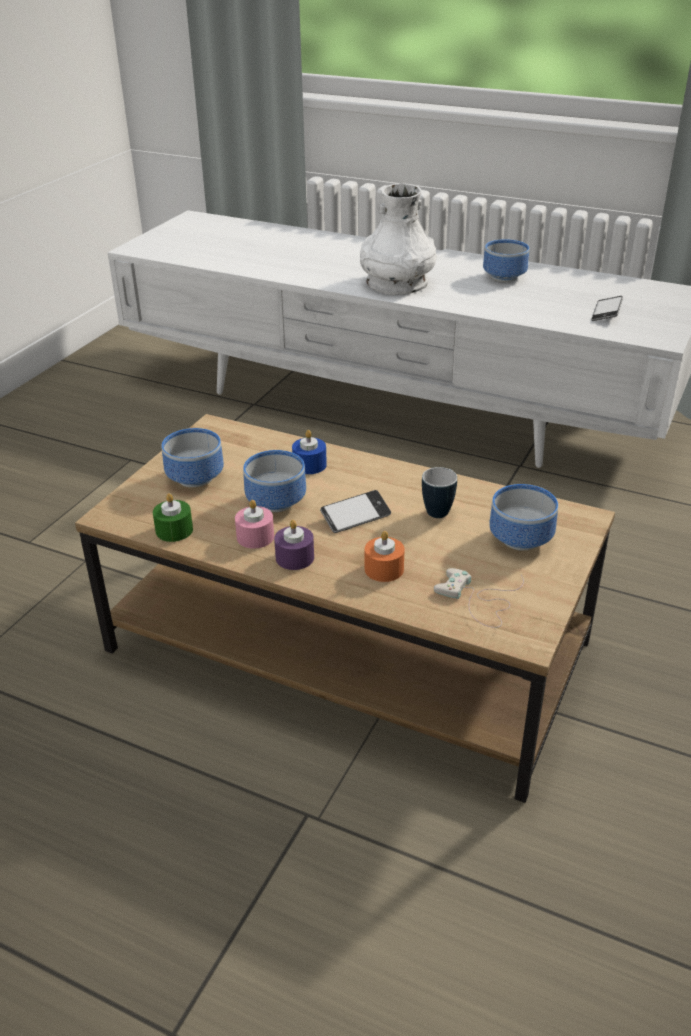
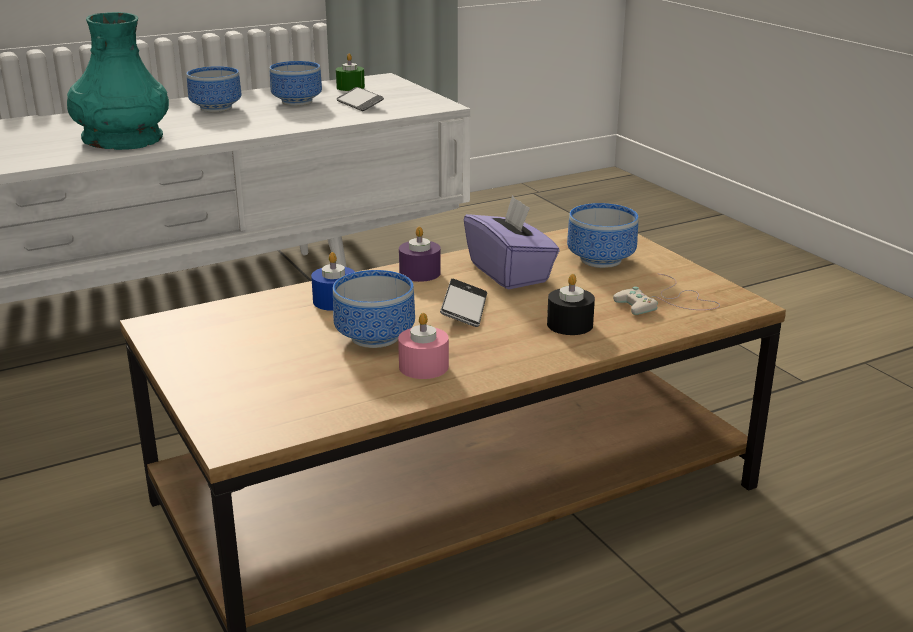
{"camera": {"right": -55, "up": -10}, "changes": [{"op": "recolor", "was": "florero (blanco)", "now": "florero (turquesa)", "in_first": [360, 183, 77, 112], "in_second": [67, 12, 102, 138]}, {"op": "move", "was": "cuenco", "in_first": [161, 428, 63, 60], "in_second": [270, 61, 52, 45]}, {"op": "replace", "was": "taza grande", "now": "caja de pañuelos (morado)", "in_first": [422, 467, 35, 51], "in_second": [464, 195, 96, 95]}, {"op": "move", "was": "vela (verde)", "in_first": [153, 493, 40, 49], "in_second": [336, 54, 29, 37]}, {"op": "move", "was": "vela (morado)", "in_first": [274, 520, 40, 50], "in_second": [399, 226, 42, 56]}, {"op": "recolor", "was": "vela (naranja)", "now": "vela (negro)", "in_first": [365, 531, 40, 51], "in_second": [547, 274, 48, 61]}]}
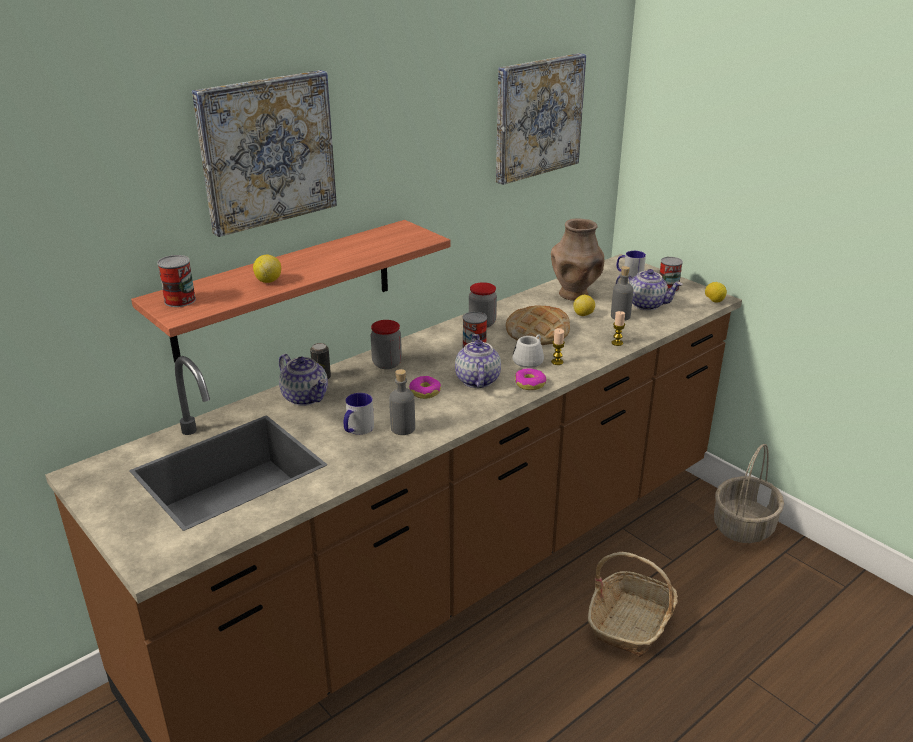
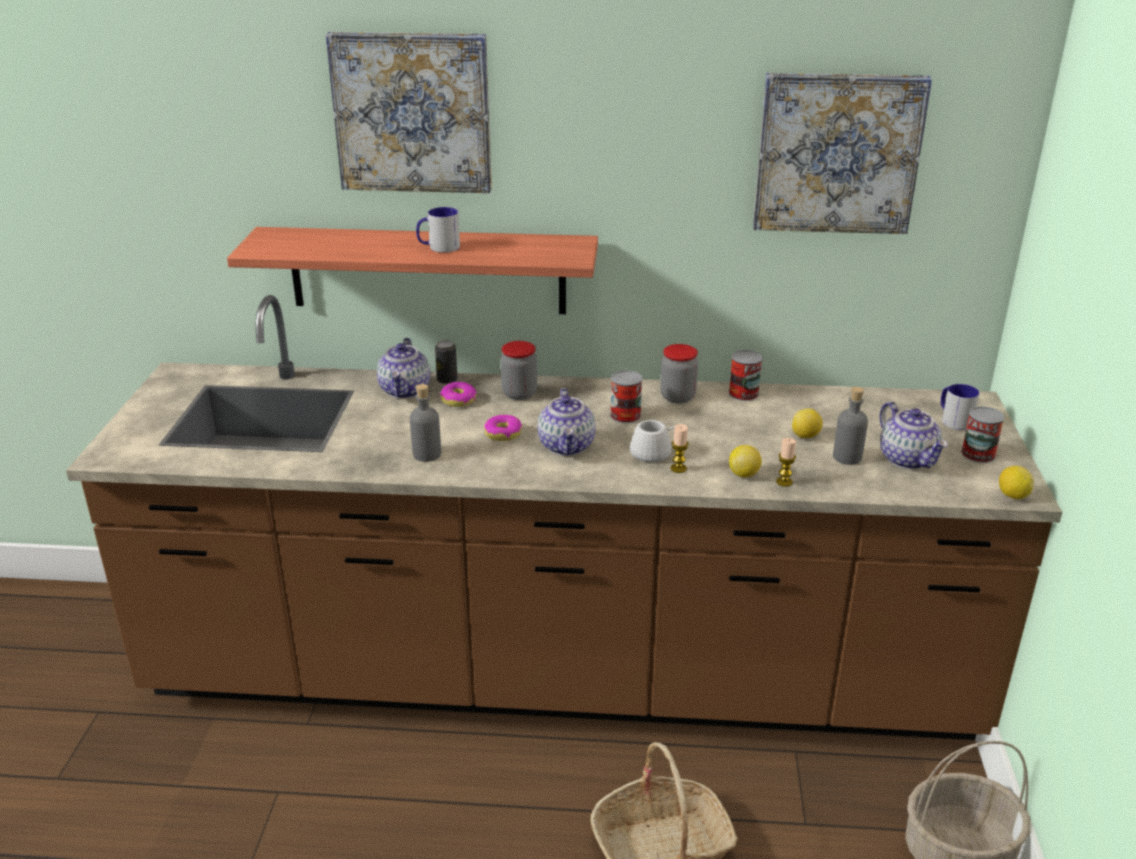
{"camera": {"right": 45, "up": 0}, "changes": [{"op": "delete", "was": "florero (marrón)", "in_first": [551, 218, 53, 83]}, {"op": "move", "was": "lata", "in_first": [157, 255, 39, 52], "in_second": [729, 350, 34, 51]}, {"op": "move", "was": "limón", "in_first": [253, 255, 28, 28], "in_second": [729, 445, 33, 32]}, {"op": "delete", "was": "pan", "in_first": [506, 305, 64, 40]}, {"op": "rotate", "was": "tetera", "in_first": [455, 334, 46, 54], "in_second": [538, 388, 58, 68], "clockwise": 135}, {"op": "move", "was": "rosquilla", "in_first": [515, 368, 31, 22], "in_second": [440, 382, 37, 25]}, {"op": "move", "was": "taza grande", "in_first": [344, 393, 30, 42], "in_second": [416, 207, 44, 46]}]}
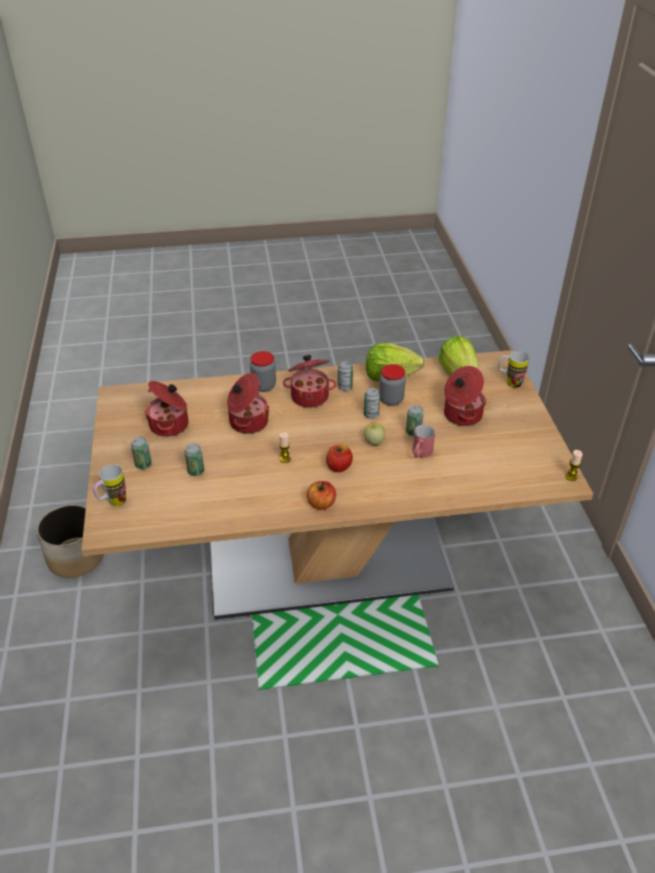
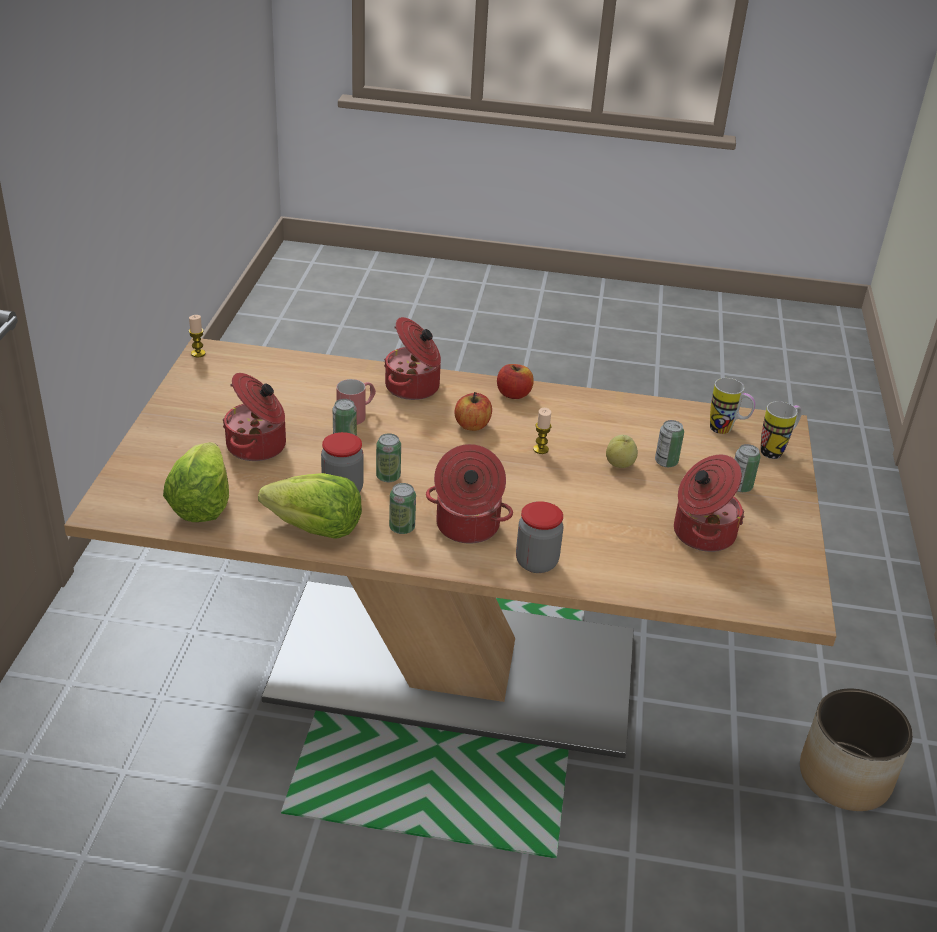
{"camera": {"right": -165, "up": -5}, "changes": [{"op": "move", "was": "taza grande", "in_first": [498, 351, 31, 37], "in_second": [710, 378, 45, 56]}, {"op": "move", "was": "olla", "in_first": [227, 373, 43, 61], "in_second": [384, 317, 57, 83]}, {"op": "move", "was": "manzana", "in_first": [364, 423, 21, 22], "in_second": [606, 435, 32, 33]}]}
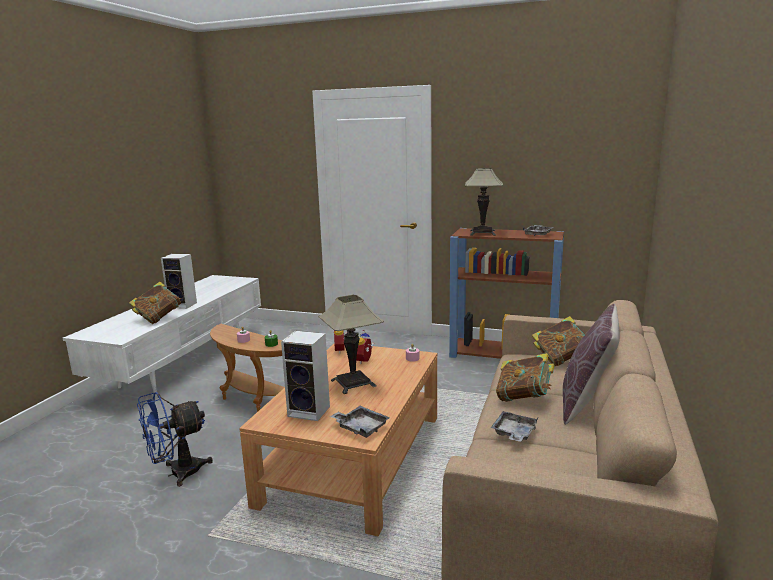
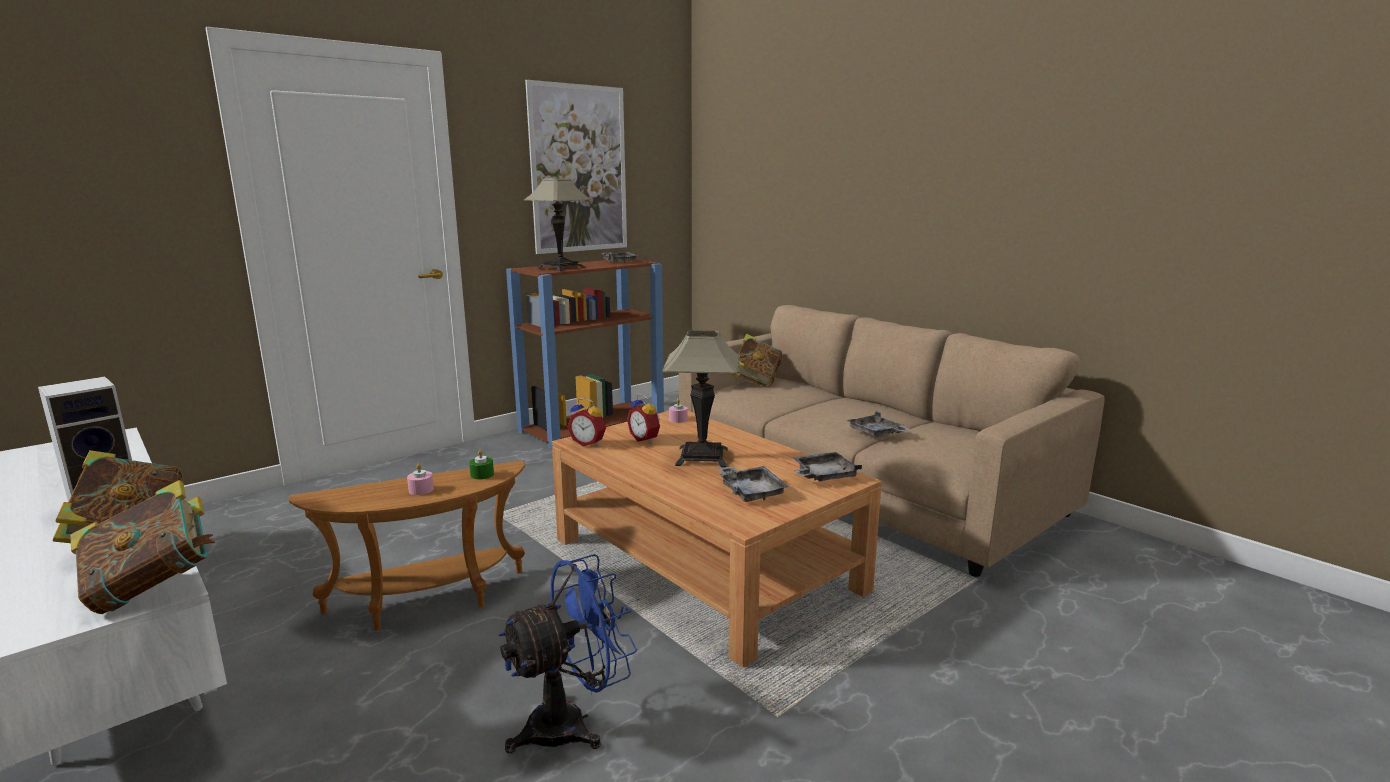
{"camera": {"right": -60, "up": 0}, "changes": [{"op": "delete", "was": "cojín (marrón)", "in_first": [563, 304, 57, 121]}, {"op": "replace", "was": "altavoz", "now": "bandeja (gris)", "in_first": [281, 331, 49, 90], "in_second": [717, 466, 72, 36]}, {"op": "move", "was": "libro", "in_first": [496, 353, 59, 49], "in_second": [70, 480, 145, 134]}, {"op": "rotate", "was": "ventilador (azul)", "in_first": [137, 392, 76, 95], "in_second": [499, 554, 138, 199], "clockwise": -120}, {"op": "insert", "now": "cuadro", "in_second": [525, 80, 102, 174]}]}
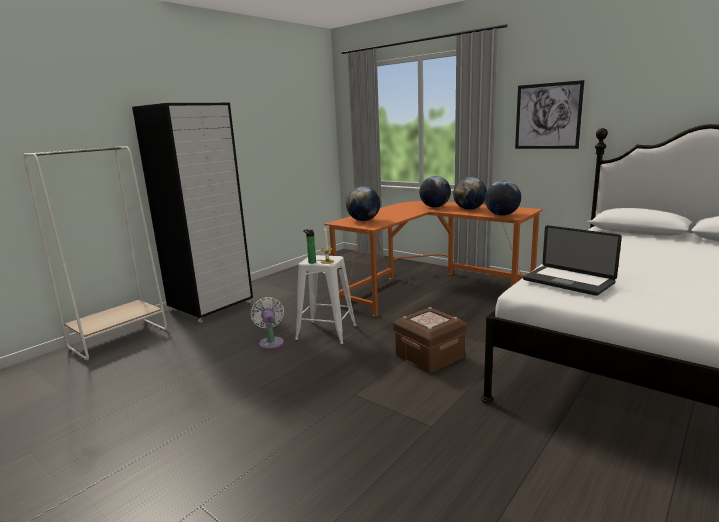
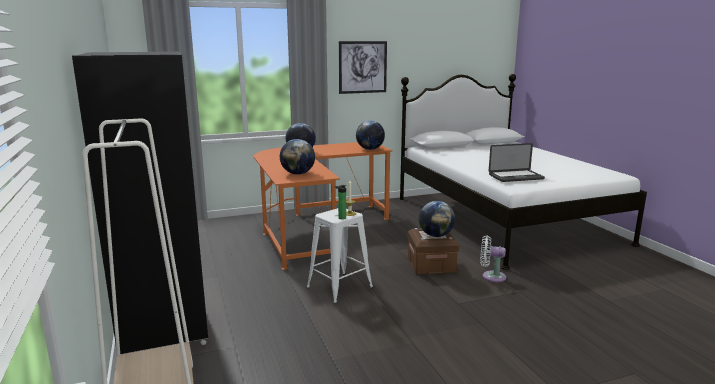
{"camera": {"right": -60, "up": 0}, "changes": [{"op": "move", "was": "globo terráqueo", "in_first": [453, 177, 33, 33], "in_second": [419, 201, 36, 36]}, {"op": "move", "was": "ventilador (blanco)", "in_first": [251, 297, 33, 52], "in_second": [480, 236, 26, 46]}]}
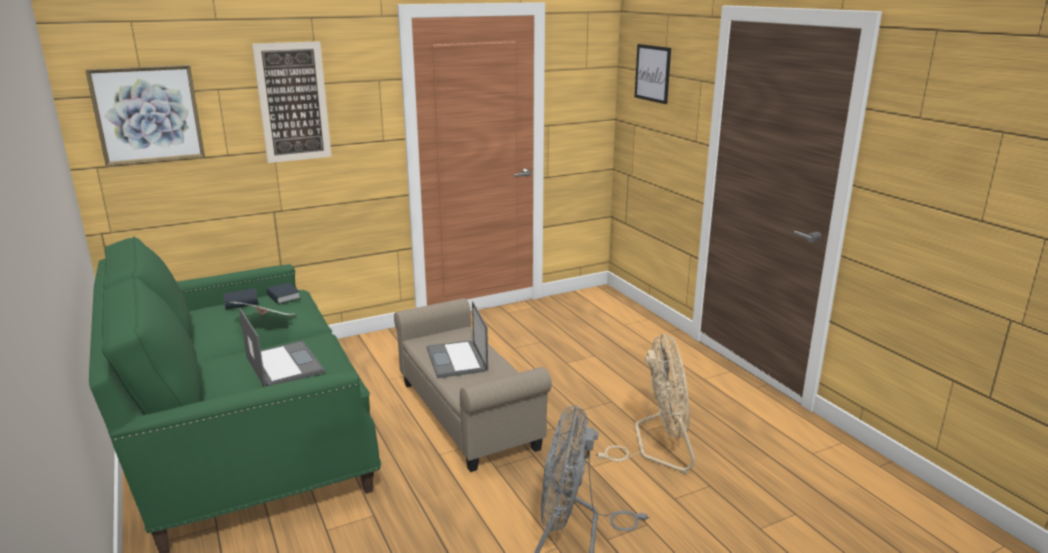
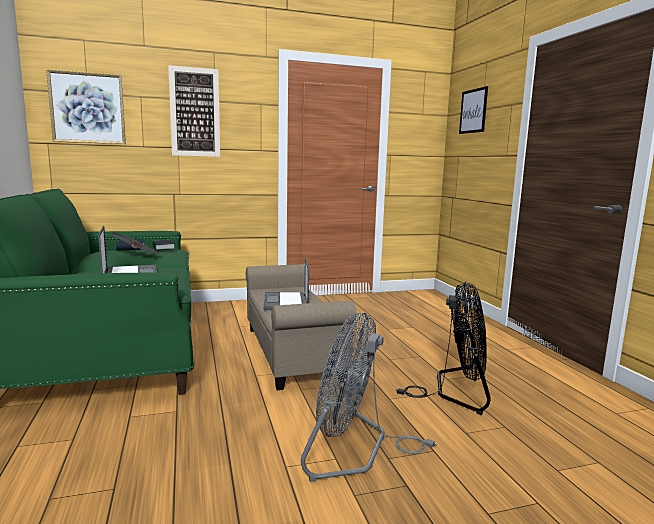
{"camera": {"right": 10, "up": -10}, "changes": [{"op": "recolor", "was": "ventilador (beis)", "now": "ventilador (negro)", "in_first": [597, 334, 98, 141], "in_second": [396, 282, 95, 133]}]}
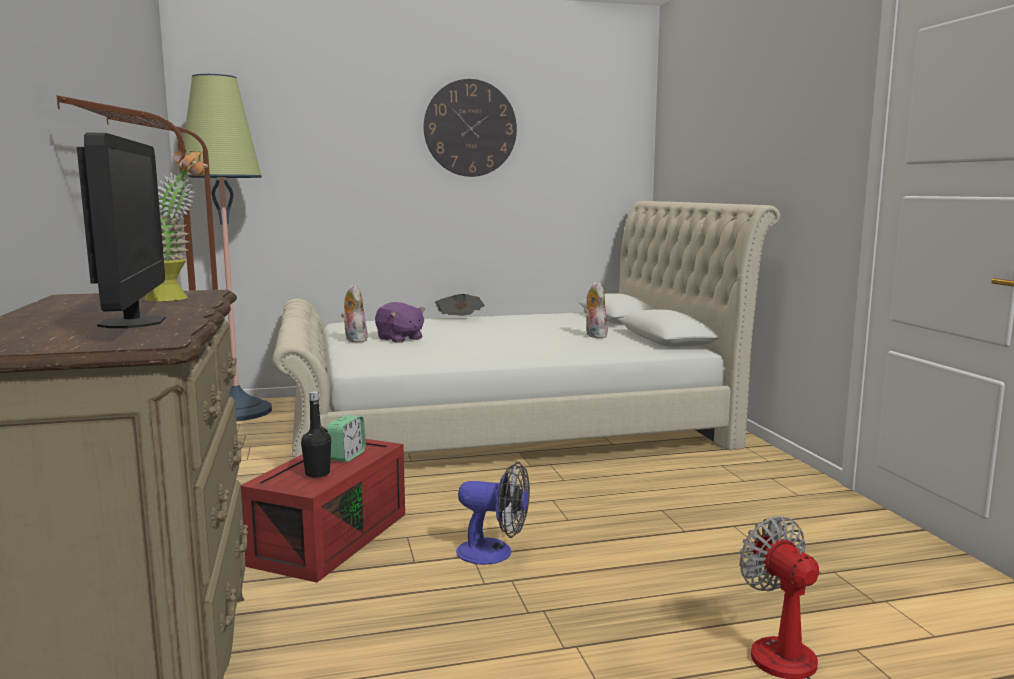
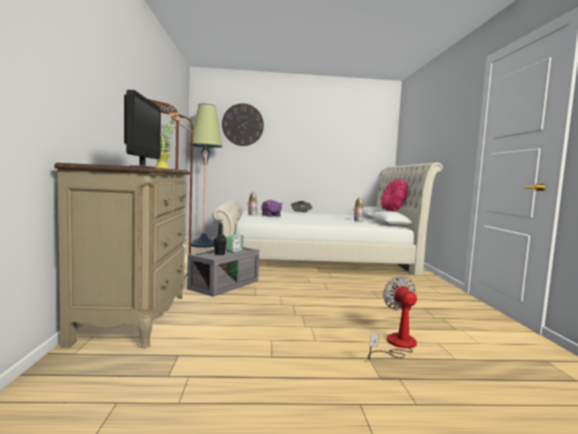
{"camera": {"right": 10, "up": -5}, "changes": [{"op": "move", "was": "reloj de pared", "in_first": [423, 79, 94, 98], "in_second": [222, 103, 42, 43]}, {"op": "recolor", "was": "caja de almacenaje (rojo)", "now": "caja de almacenaje (gris)", "in_first": [241, 439, 164, 144], "in_second": [187, 247, 72, 50]}, {"op": "delete", "was": "ventilador", "in_first": [456, 462, 74, 103]}, {"op": "insert", "now": "cojín (rosa)", "in_second": [381, 179, 27, 32]}]}
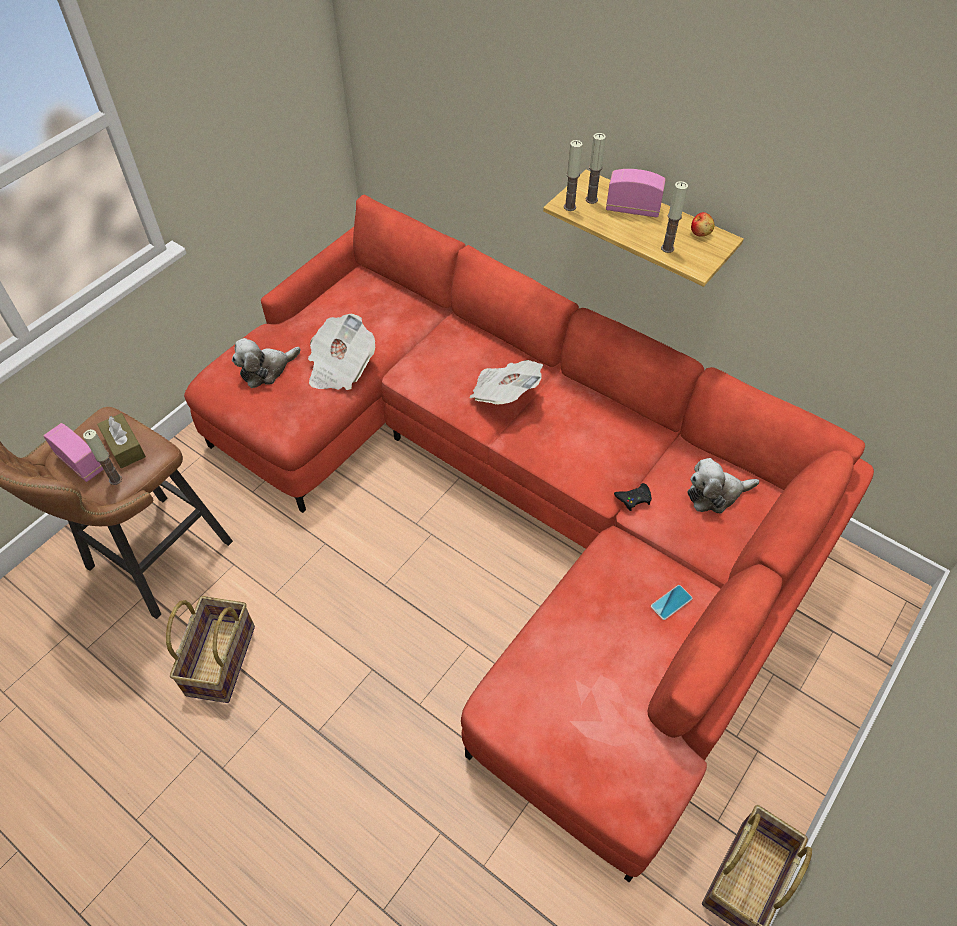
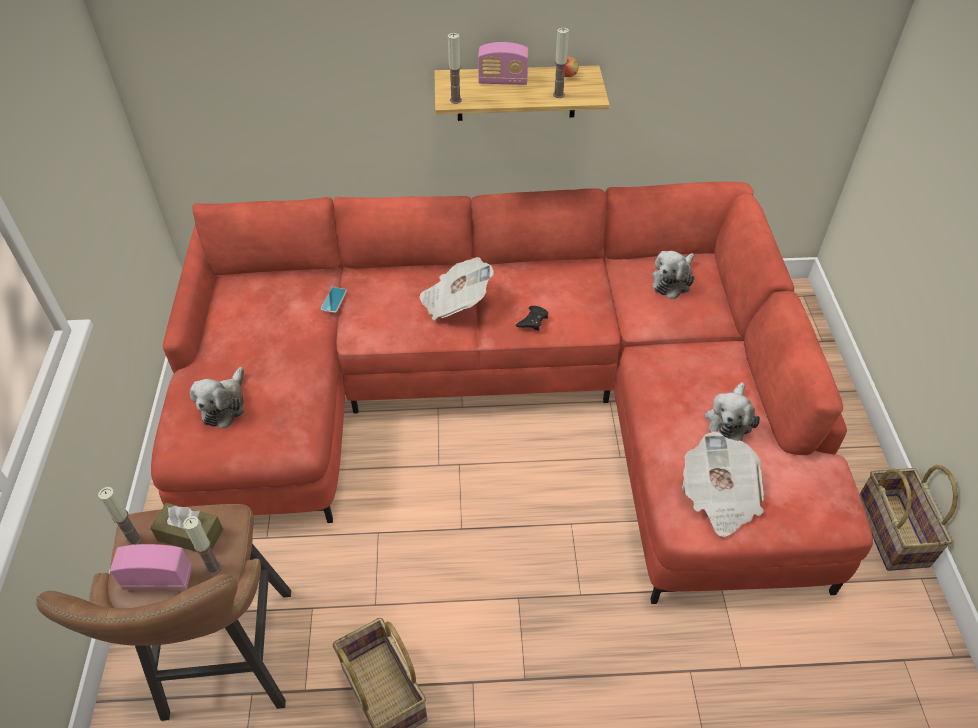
{"camera": {"right": -40, "up": -5}, "changes": [{"op": "move", "was": "vela", "in_first": [586, 133, 20, 71], "in_second": [98, 487, 44, 58]}, {"op": "rotate", "was": "radio", "in_first": [606, 169, 60, 49], "in_second": [478, 42, 51, 43], "clockwise": -150}, {"op": "move", "was": "periódico", "in_first": [308, 314, 67, 76], "in_second": [682, 432, 82, 105]}, {"op": "move", "was": "mando de consola (negro)", "in_first": [614, 483, 38, 28], "in_second": [516, 306, 32, 25]}, {"op": "move", "was": "móvil", "in_first": [651, 585, 42, 35], "in_second": [321, 287, 26, 26]}, {"op": "insert", "now": "peluche", "in_second": [705, 382, 55, 59]}]}
